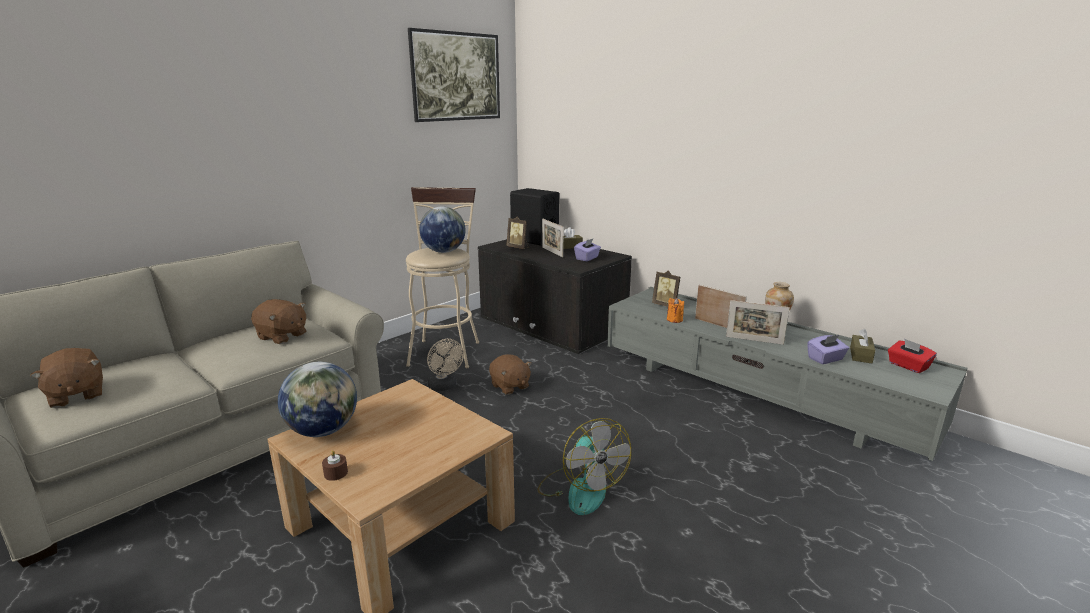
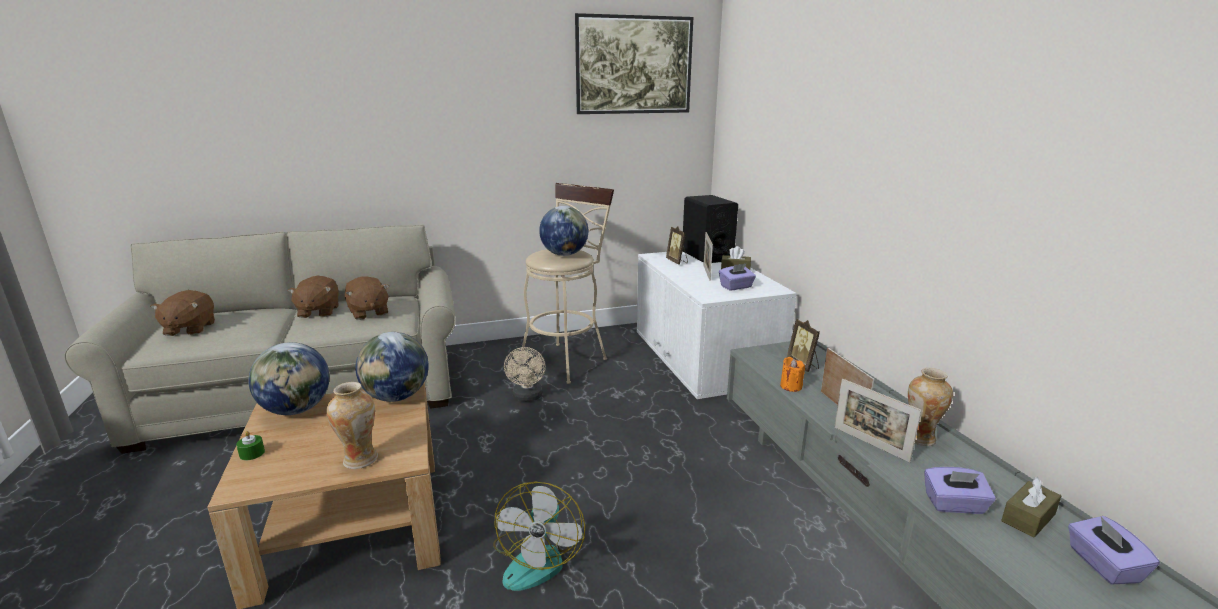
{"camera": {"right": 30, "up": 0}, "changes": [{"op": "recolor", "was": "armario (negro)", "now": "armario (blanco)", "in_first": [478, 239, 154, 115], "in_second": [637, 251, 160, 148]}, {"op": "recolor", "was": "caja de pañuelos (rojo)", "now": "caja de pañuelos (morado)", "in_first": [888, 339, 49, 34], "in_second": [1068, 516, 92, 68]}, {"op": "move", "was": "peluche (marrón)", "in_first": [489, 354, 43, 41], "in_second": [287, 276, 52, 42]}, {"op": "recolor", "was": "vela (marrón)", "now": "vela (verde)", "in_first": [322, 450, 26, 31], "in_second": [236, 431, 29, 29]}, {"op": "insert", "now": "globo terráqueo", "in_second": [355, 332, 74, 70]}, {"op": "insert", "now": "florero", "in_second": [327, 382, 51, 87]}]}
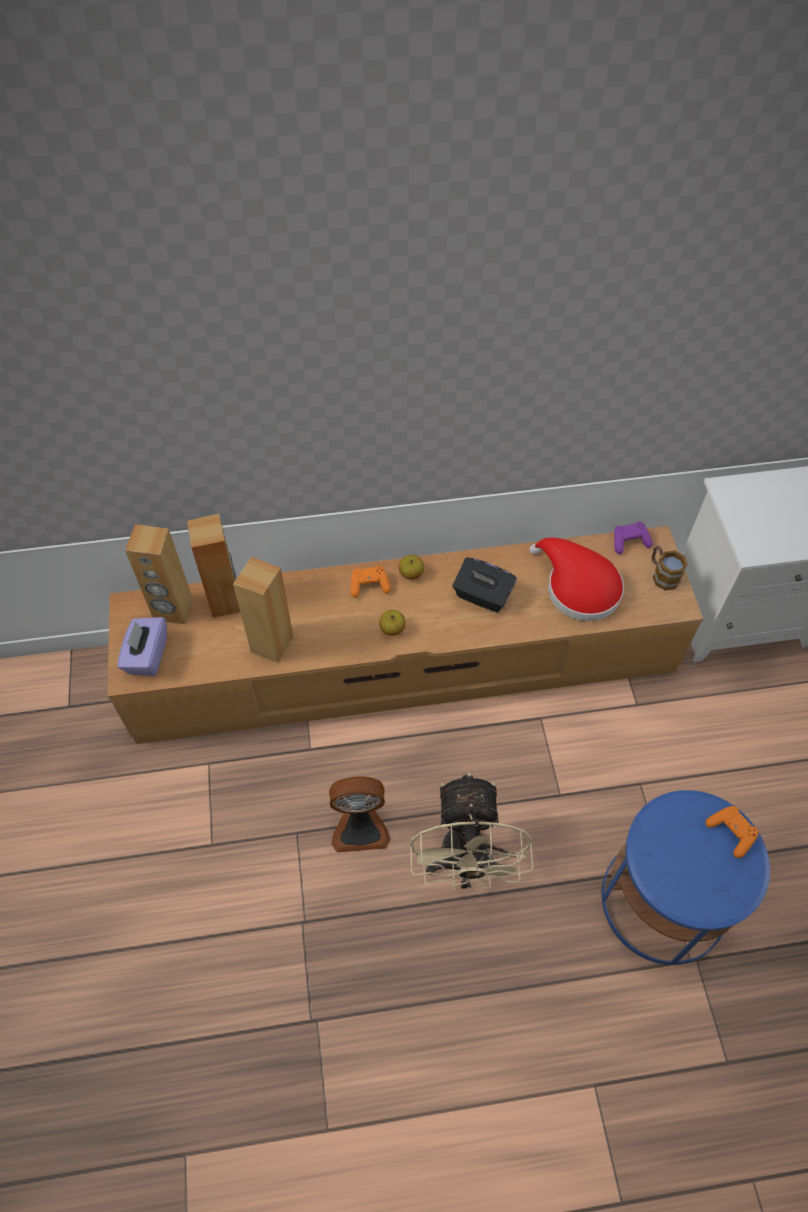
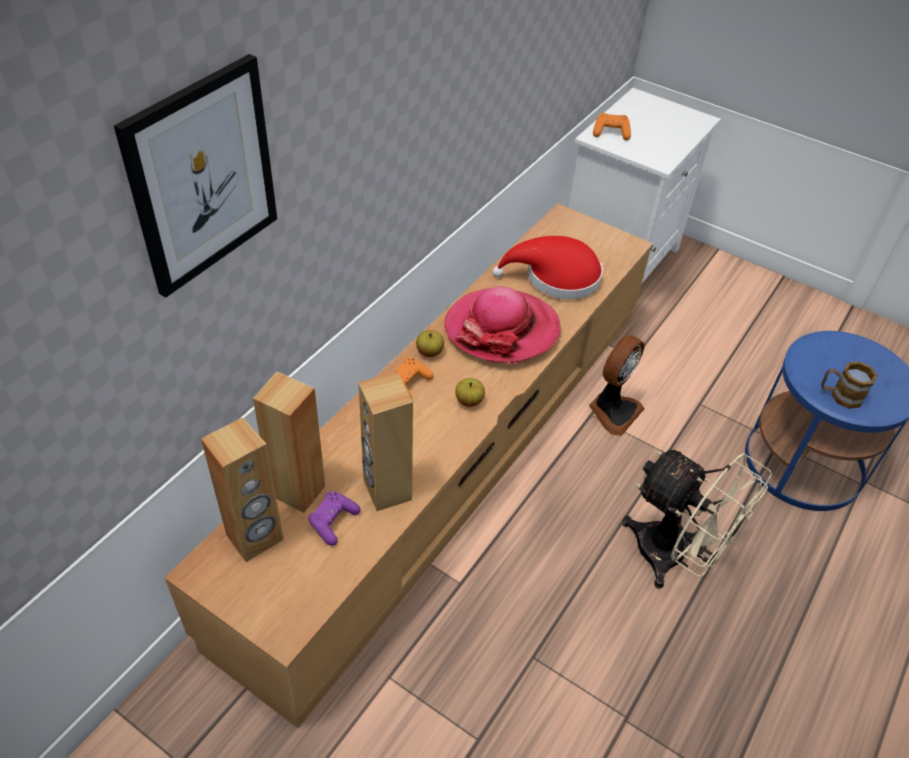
{"camera": {"right": -50, "up": -10}, "changes": [{"op": "move", "was": "mando de consola (morado)", "in_first": [614, 521, 39, 33], "in_second": [308, 491, 52, 55]}, {"op": "move", "was": "taza grande", "in_first": [652, 546, 36, 44], "in_second": [821, 362, 57, 47]}, {"op": "replace", "was": "caja de pañuelos (negro)", "now": "sombrero", "in_first": [453, 557, 64, 55], "in_second": [444, 287, 117, 77]}, {"op": "delete", "was": "caja de pañuelos (morado)", "in_first": [117, 617, 50, 59]}, {"op": "move", "was": "ventilador", "in_first": [329, 777, 61, 75], "in_second": [589, 335, 56, 101]}, {"op": "move", "was": "mando de consola (naranja)", "in_first": [706, 806, 53, 52], "in_second": [593, 113, 38, 27]}, {"op": "insert", "now": "cuadro", "in_second": [114, 54, 163, 244]}]}
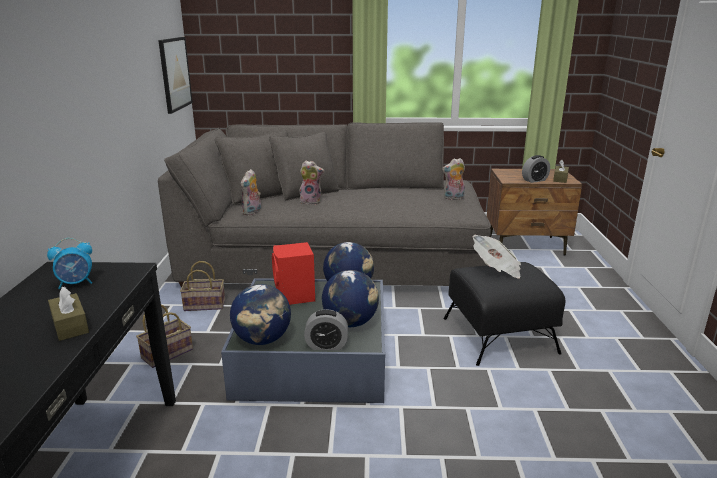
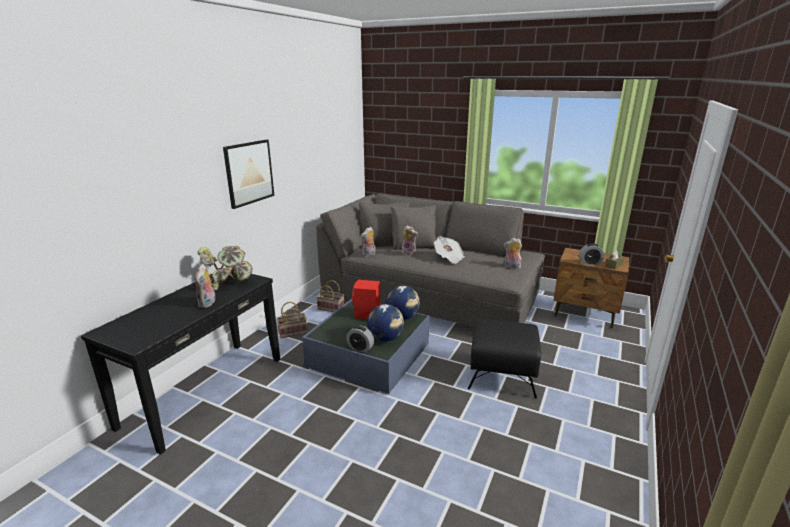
{"camera": {"right": 25, "up": 0}, "changes": [{"op": "move", "was": "cuadro", "in_first": [158, 37, 35, 77], "in_second": [223, 140, 51, 69]}, {"op": "move", "was": "periódico", "in_first": [472, 235, 49, 43], "in_second": [434, 236, 31, 28]}, {"op": "replace", "was": "despertador", "now": "planta en maceta", "in_first": [47, 238, 45, 51], "in_second": [198, 246, 55, 44]}, {"op": "delete", "was": "globo terráqueo", "in_first": [230, 284, 61, 61]}, {"op": "replace", "was": "caja de pañuelos (marrón)", "now": "peluche", "in_first": [48, 287, 41, 54], "in_second": [195, 264, 20, 44]}]}
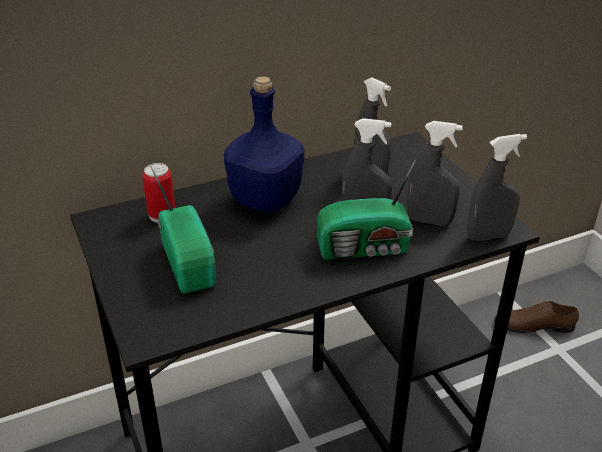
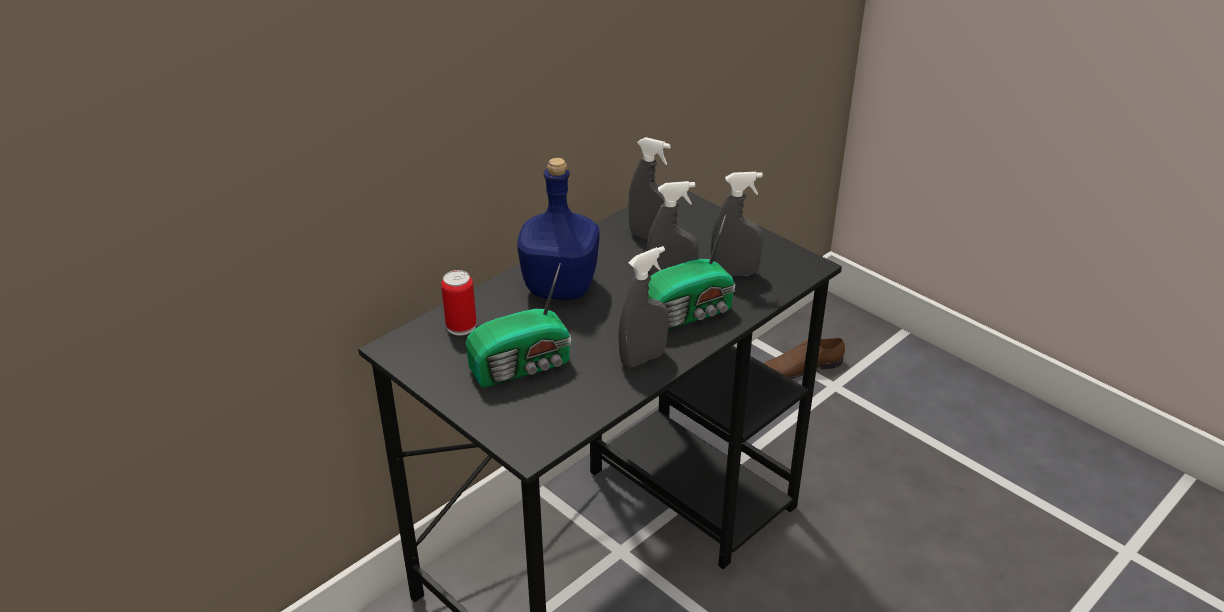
{"camera": {"right": -20, "up": 0}, "changes": [{"op": "move", "was": "pulverizador (gris)", "in_first": [467, 134, 60, 107], "in_second": [618, 246, 50, 122]}, {"op": "rotate", "was": "radio", "in_first": [150, 165, 66, 128], "in_second": [466, 263, 105, 125], "clockwise": 105}]}
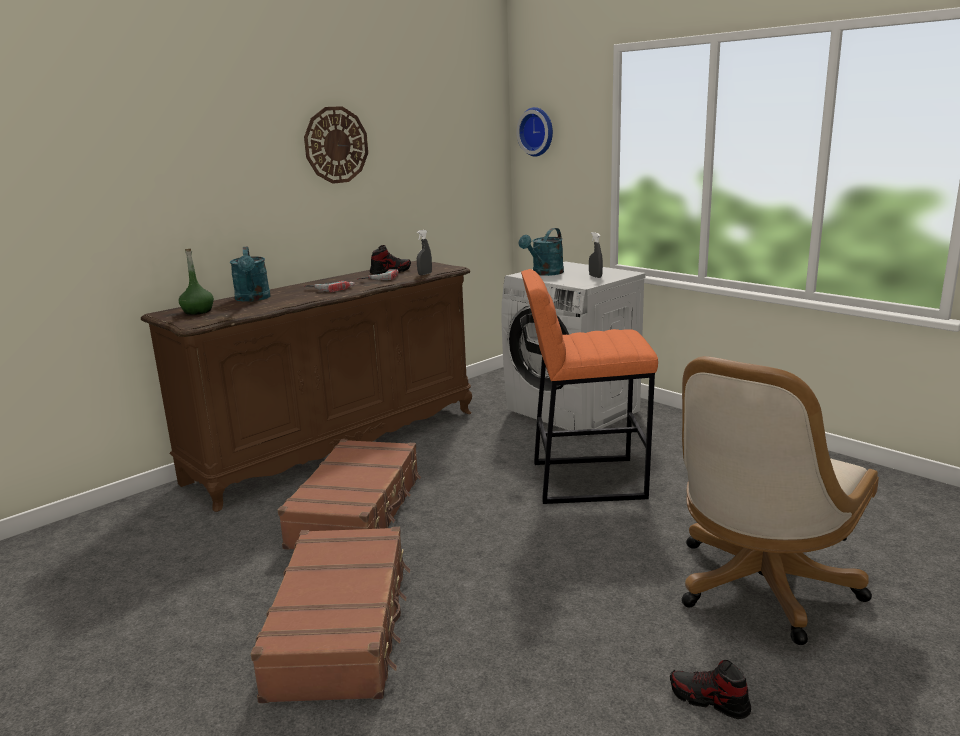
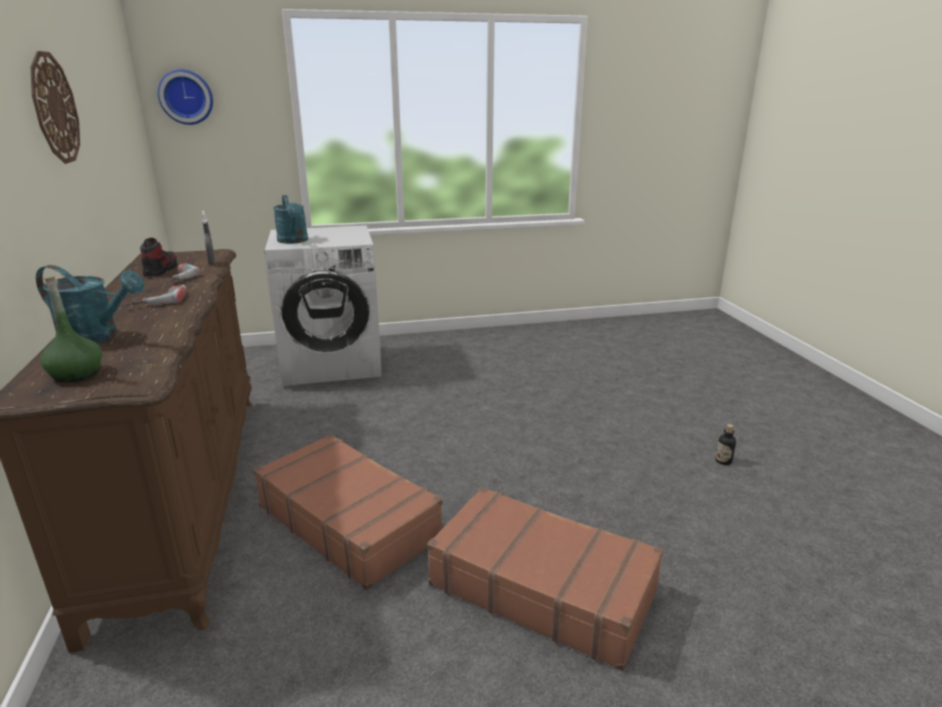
{"camera": {"right": -60, "up": 5}, "changes": [{"op": "delete", "was": "pulverizador (gris)", "in_first": [589, 232, 14, 46]}, {"op": "delete", "was": "taburete (naranja)", "in_first": [521, 269, 137, 235]}, {"op": "delete", "was": "silla de oficina", "in_first": [681, 356, 198, 289]}, {"op": "replace", "was": "zapato", "now": "botella", "in_first": [670, 660, 81, 59], "in_second": [715, 424, 21, 41]}]}
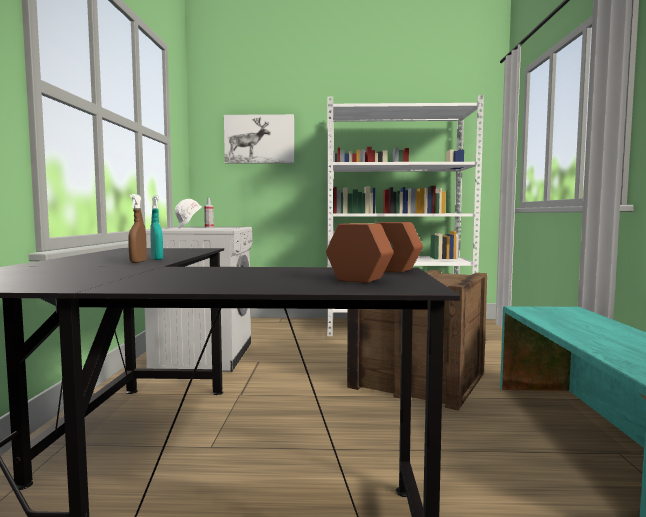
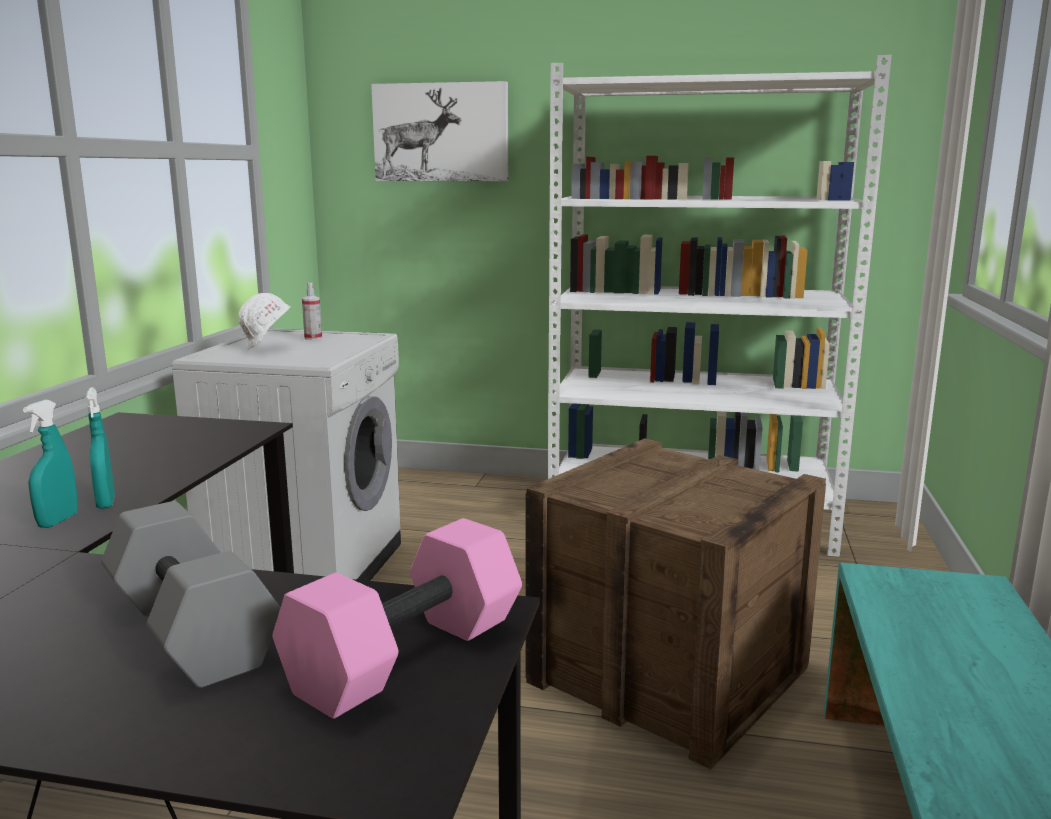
{"camera": {"right": 10, "up": 10}, "changes": [{"op": "recolor", "was": "pulverizador (marrón)", "now": "pulverizador (turquesa)", "in_first": [128, 194, 19, 69], "in_second": [23, 400, 55, 128]}, {"op": "recolor", "was": "mancuerna (marrón)", "now": "mancuerna (rosa)", "in_first": [326, 222, 97, 61], "in_second": [272, 518, 250, 201]}, {"op": "insert", "now": "mancuerna (gris)", "in_second": [101, 501, 180, 187]}]}
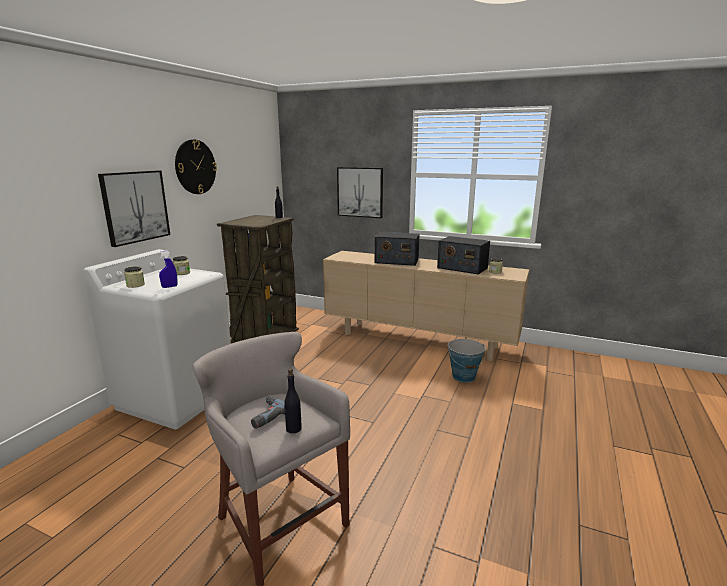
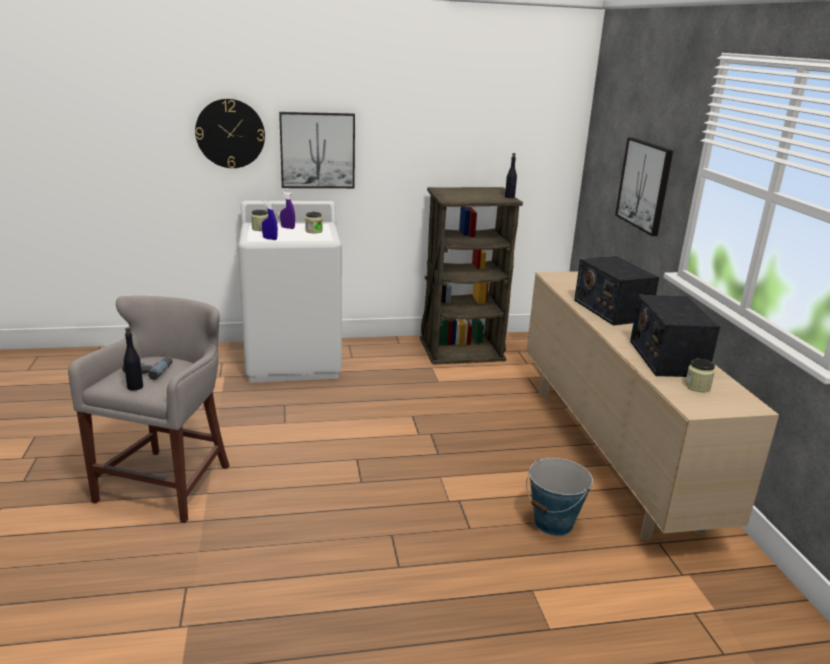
{"camera": {"right": 55, "up": 5}, "changes": [{"op": "move", "was": "reloj de pared", "in_first": [175, 139, 42, 55], "in_second": [195, 99, 70, 69]}, {"op": "insert", "now": "pulverizador (morado)", "in_second": [280, 191, 15, 38]}]}
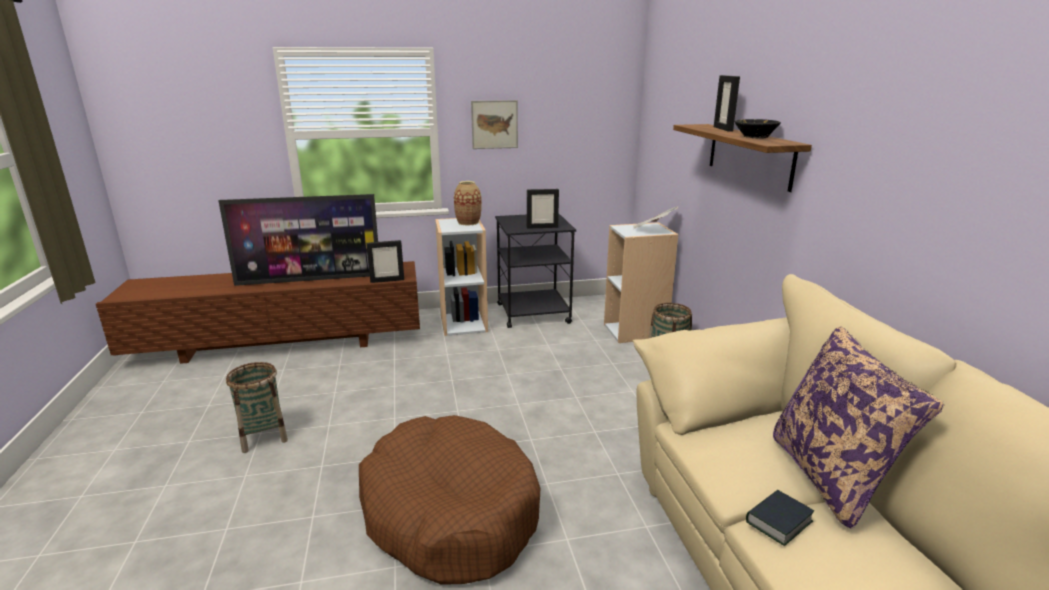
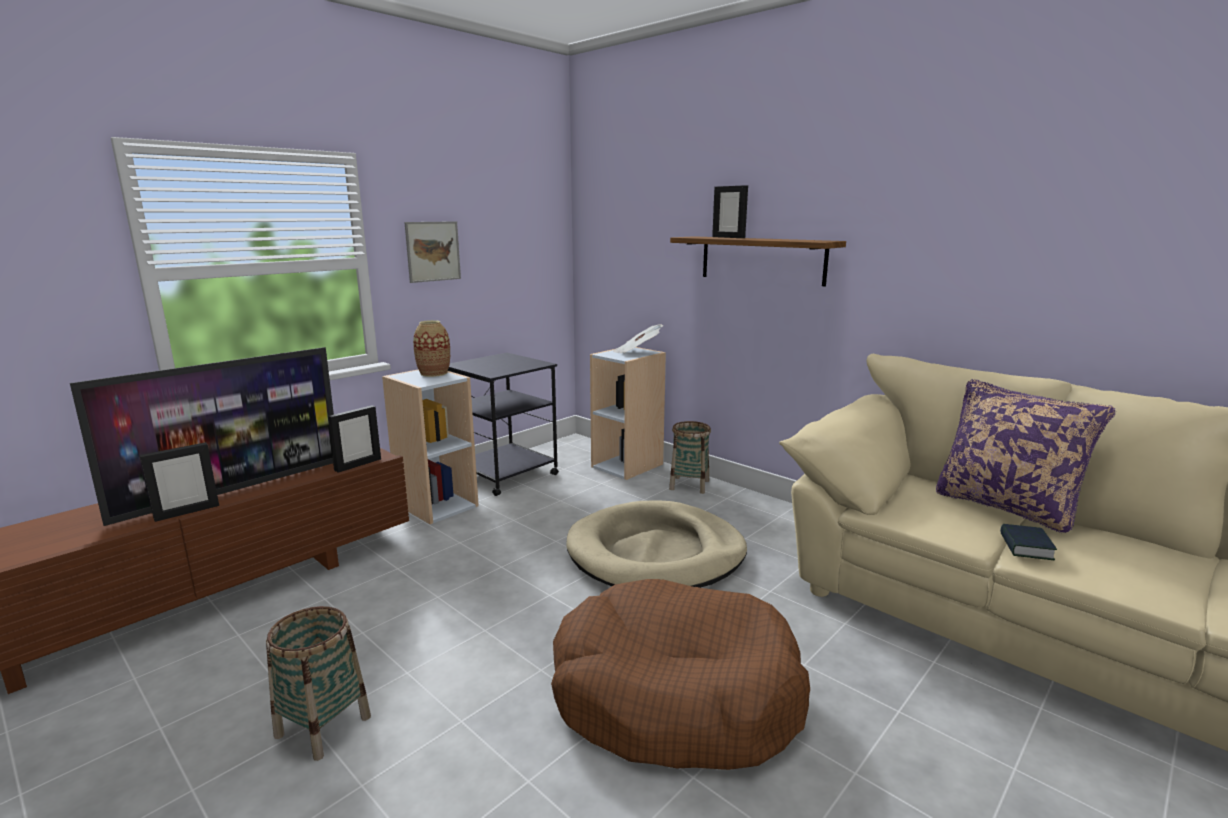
{"camera": {"right": -35, "up": -5}, "changes": [{"op": "delete", "was": "cuenco (negro)", "in_first": [734, 119, 47, 19]}, {"op": "move", "was": "portarretratos", "in_first": [527, 189, 32, 40], "in_second": [140, 442, 79, 80]}, {"op": "insert", "now": "cama para perro (beis)", "in_second": [566, 500, 181, 88]}]}
